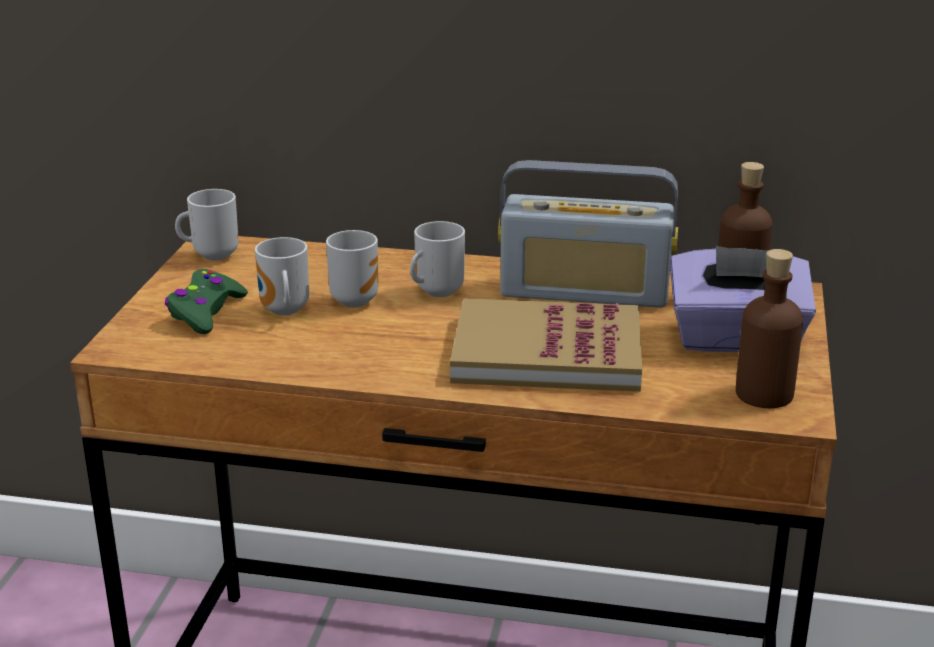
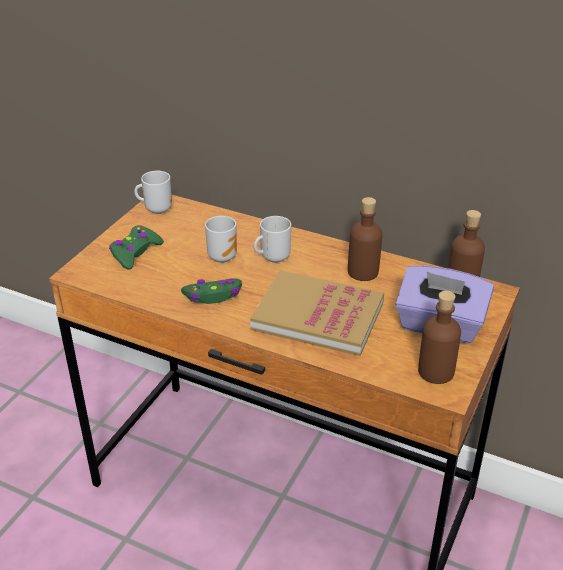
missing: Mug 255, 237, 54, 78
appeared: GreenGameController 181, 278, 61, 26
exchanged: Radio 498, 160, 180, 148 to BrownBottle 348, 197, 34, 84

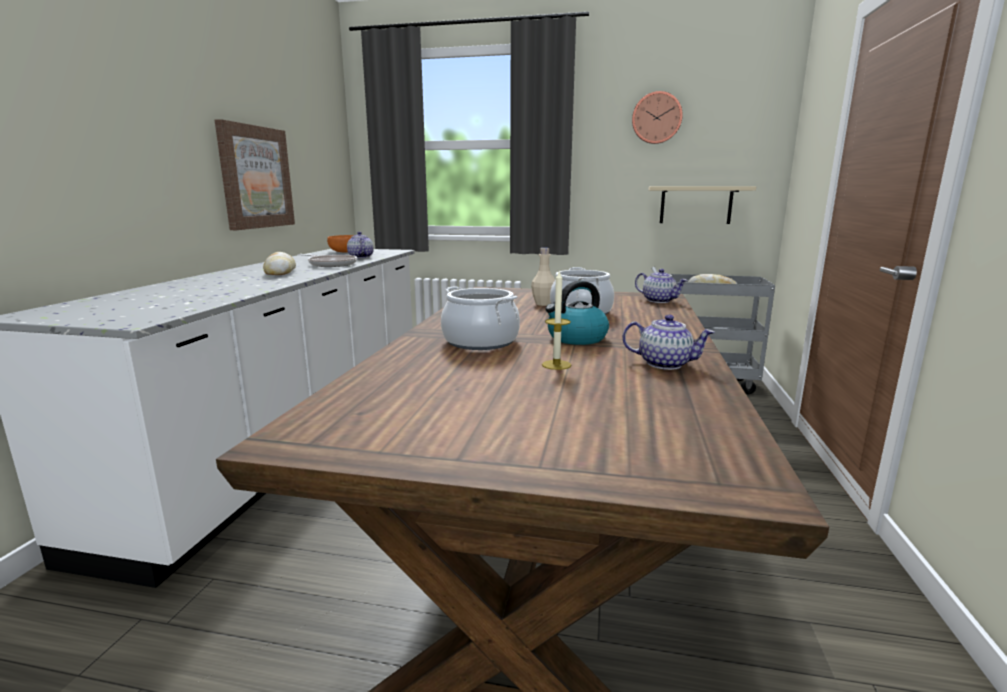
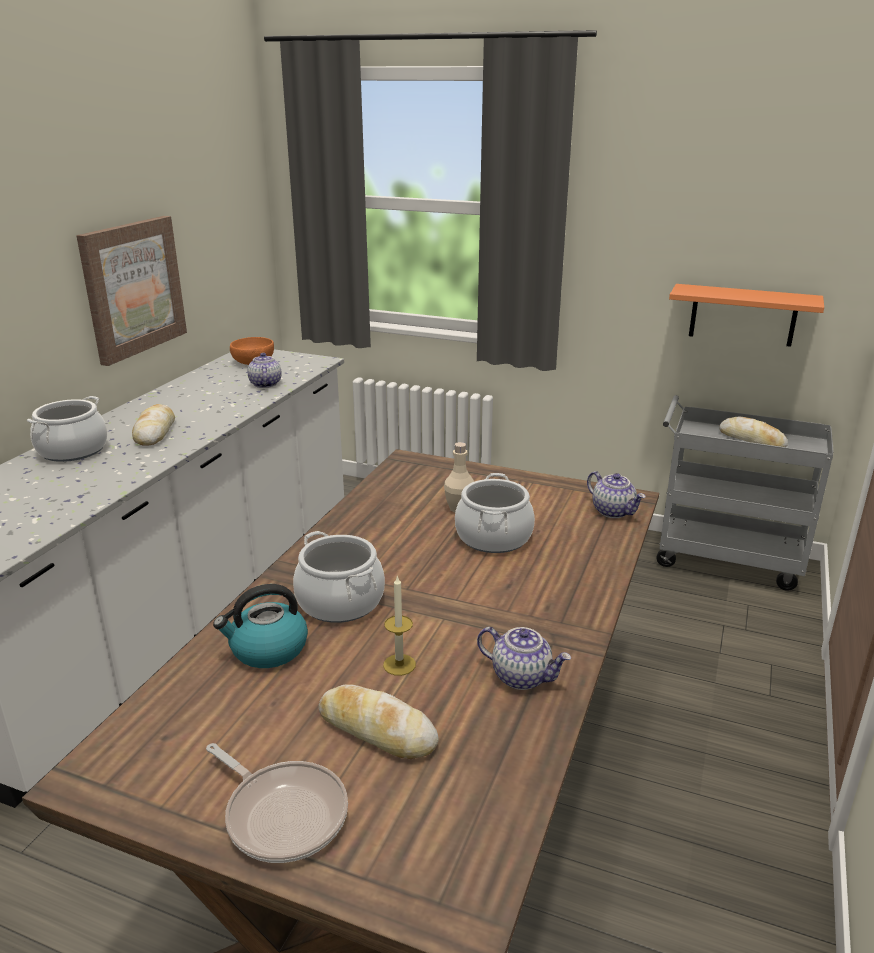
missing: WallClock 632, 91, 51, 53
appeared: CookingPot 27, 396, 80, 66; Bread 319, 684, 120, 75
relocated: FryingPan 298, 254, 59, 13 to 206, 743, 142, 120; Kettle 545, 281, 64, 64 to 213, 584, 95, 84
colour: BeigeShelf 648, 186, 108, 38 to OrangeShelf 669, 284, 155, 63

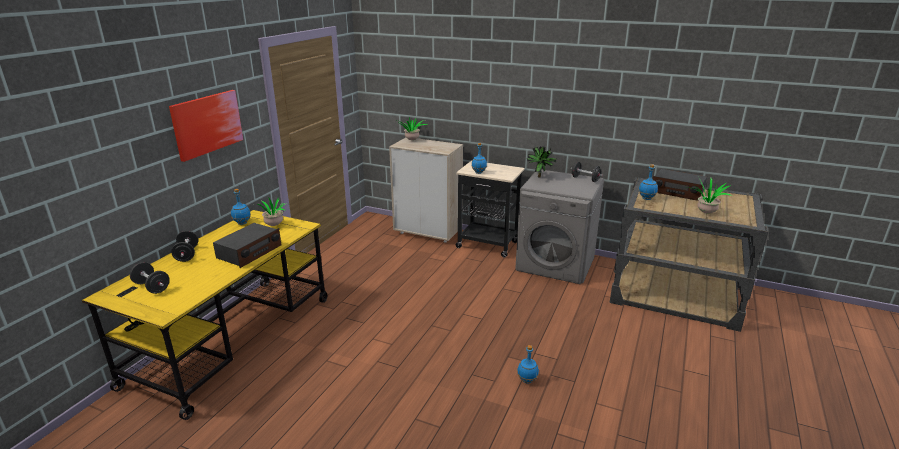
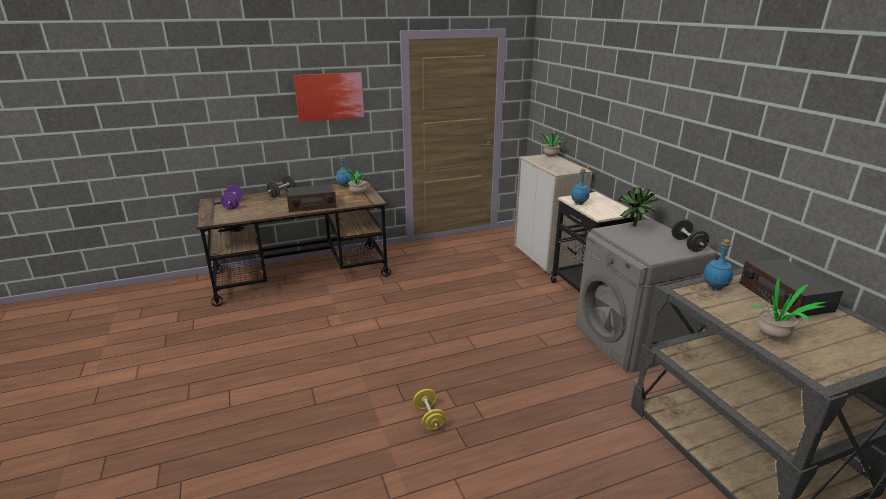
exchanged: BlueBottle 517, 345, 22, 38 to YellowDumbbell 413, 389, 33, 41
colour: YellowDesk 82, 210, 245, 210 to BrownDesk 197, 180, 194, 127; BlackDumbbell 130, 262, 40, 32 to PurpleDumbbell 221, 185, 22, 25

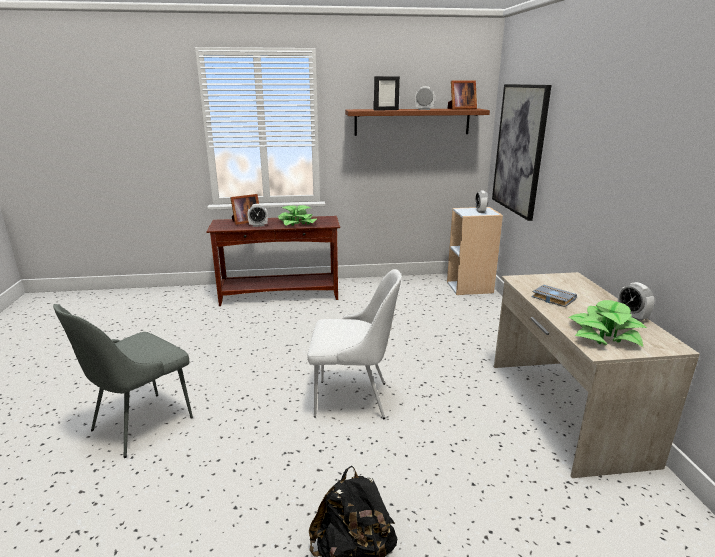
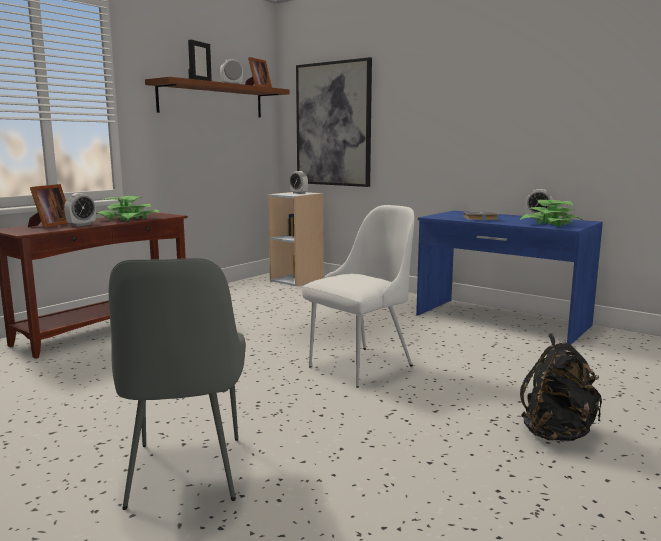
colour: BeigeDesk 494, 272, 206, 206 to BlueDesk 416, 211, 187, 134

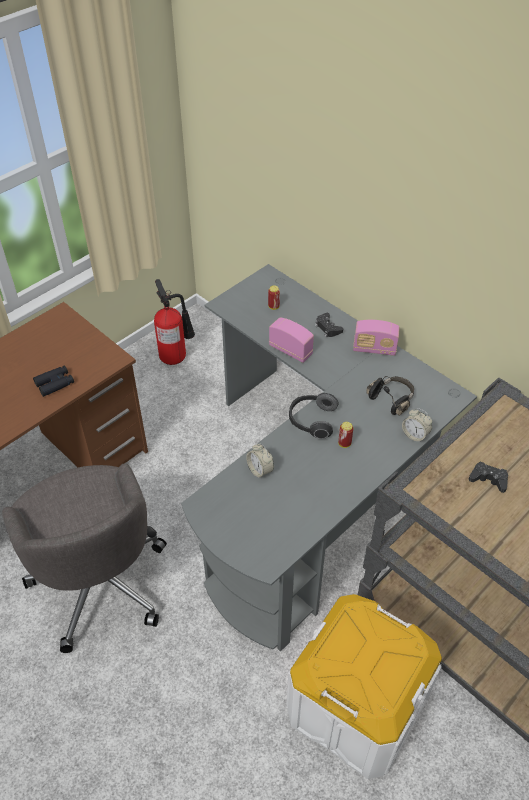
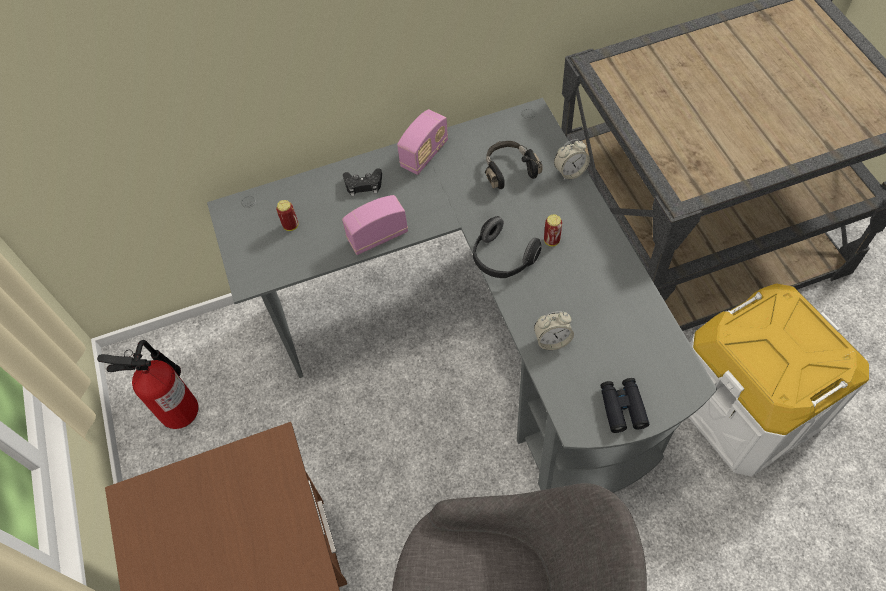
missing: BlackGameController 469, 462, 39, 31
relocated: BlackBinoculars 33, 365, 41, 32 to 600, 378, 49, 55

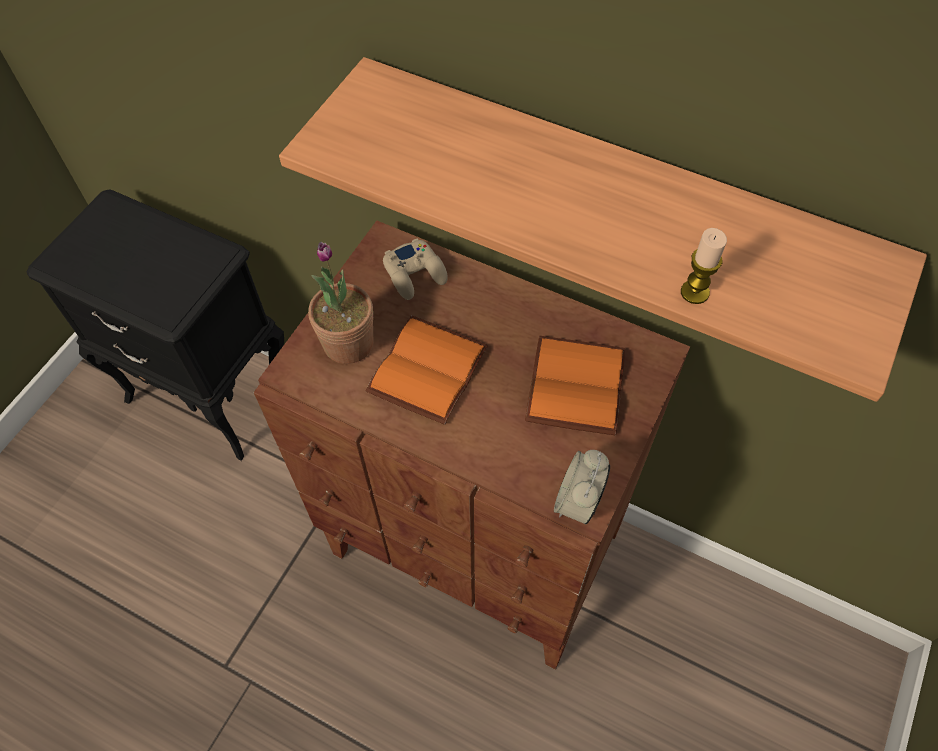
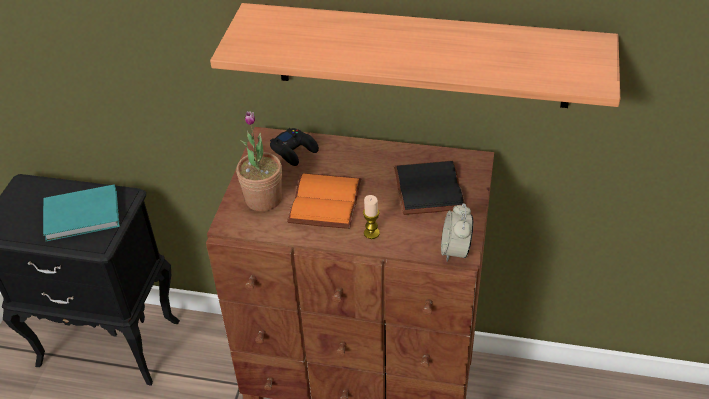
appeared: TurquoiseBook 43, 184, 77, 57
relocated: Candle 681, 228, 46, 76 to 363, 195, 17, 44
colour: BeigeGameController 383, 238, 65, 62 to BlackGameController 270, 128, 49, 38; OrangeBook 525, 336, 100, 99 to BlackBook 394, 161, 71, 54

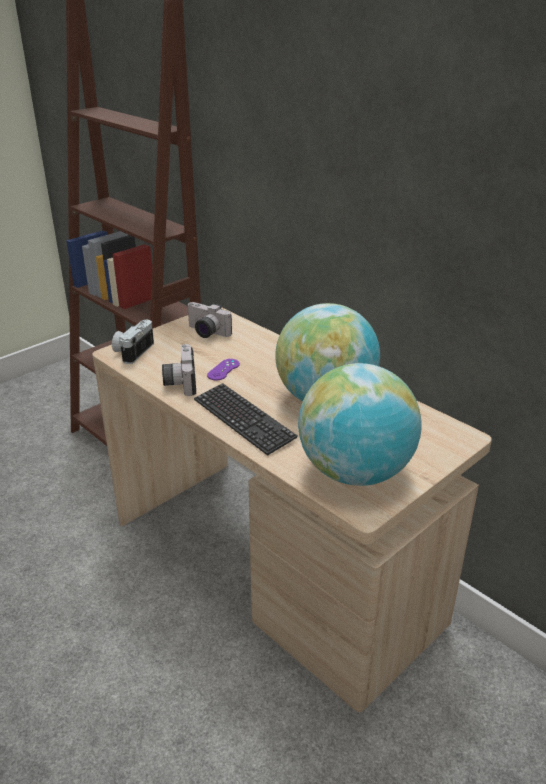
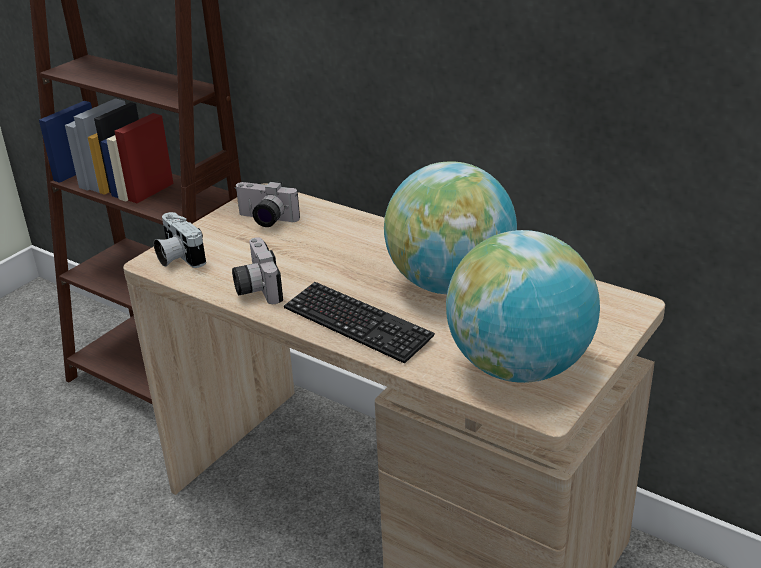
missing: PurpleGameController 207, 359, 33, 22
spun: PhotoCamera 112, 320, 42, 44 = 154, 212, 52, 56 45 degrees counterclockwise

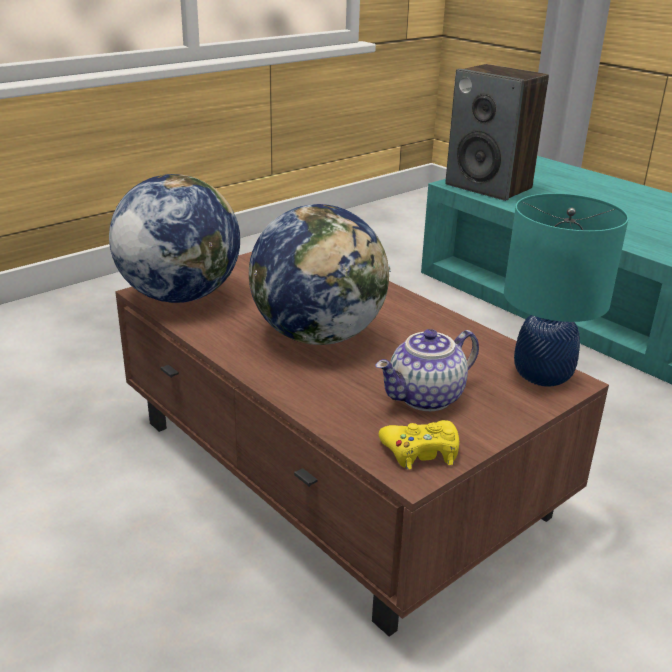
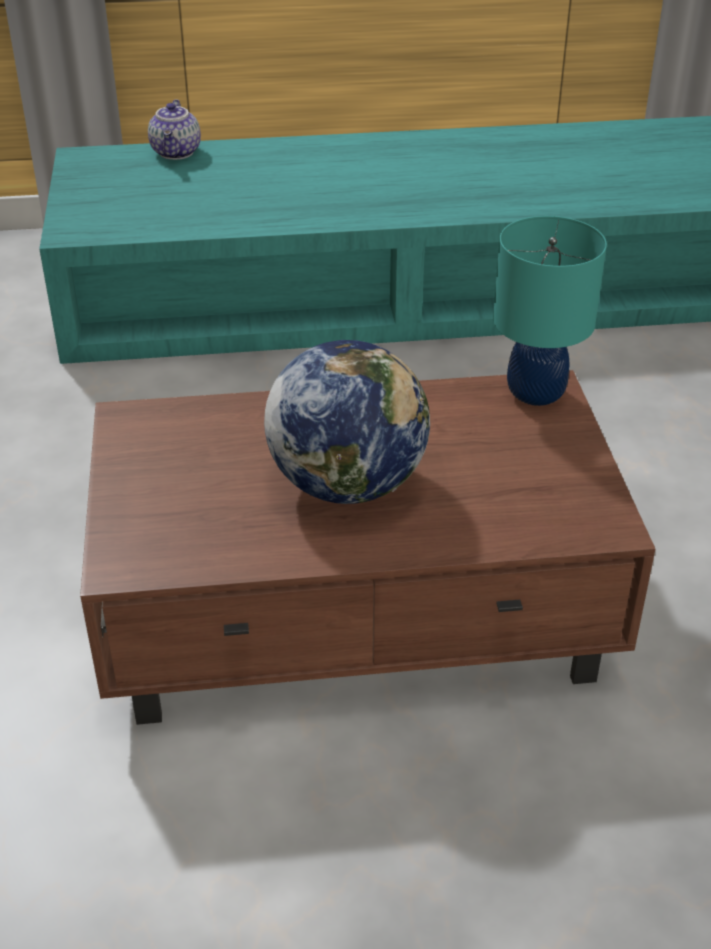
missing: Speaker 446, 64, 103, 137; Globe 109, 174, 131, 129; YellowGameController 379, 420, 80, 50
relocated: Teapot 375, 329, 104, 82 to 148, 99, 53, 61

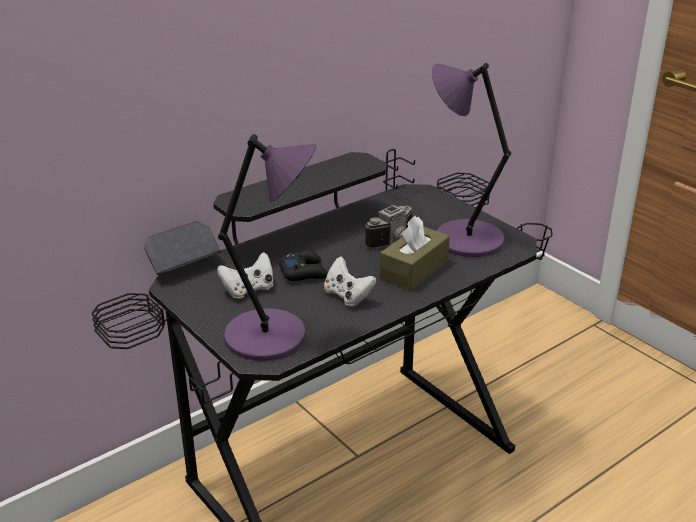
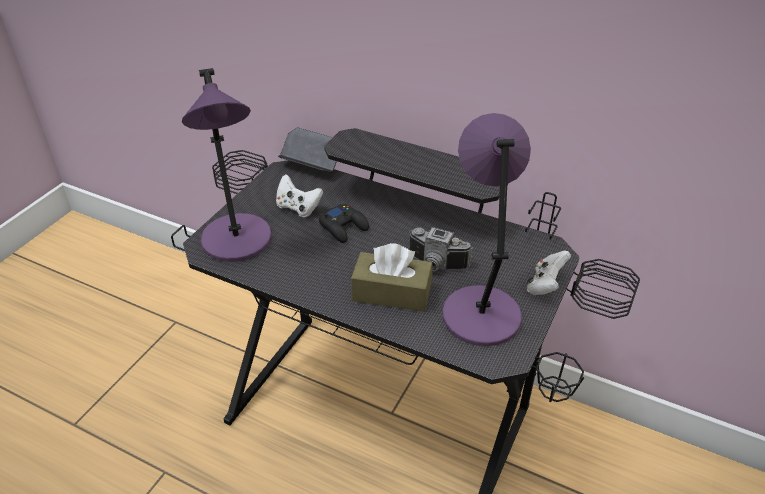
relocated: WhiteGameController 324, 257, 52, 50 to 527, 251, 44, 44

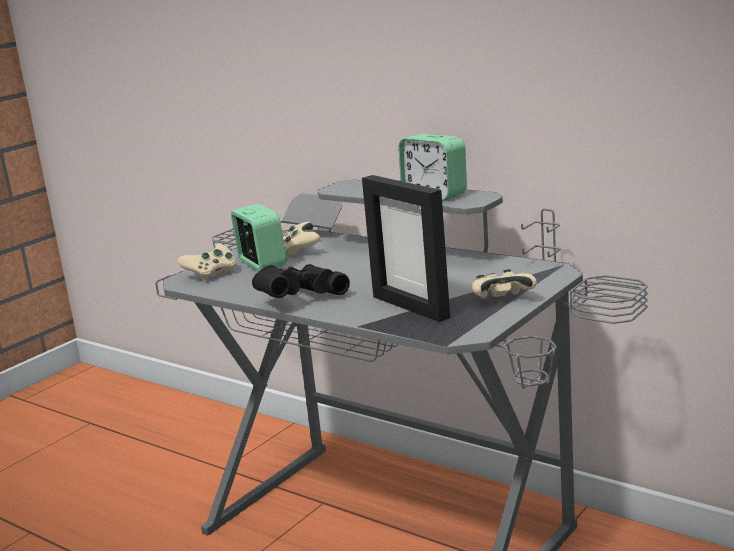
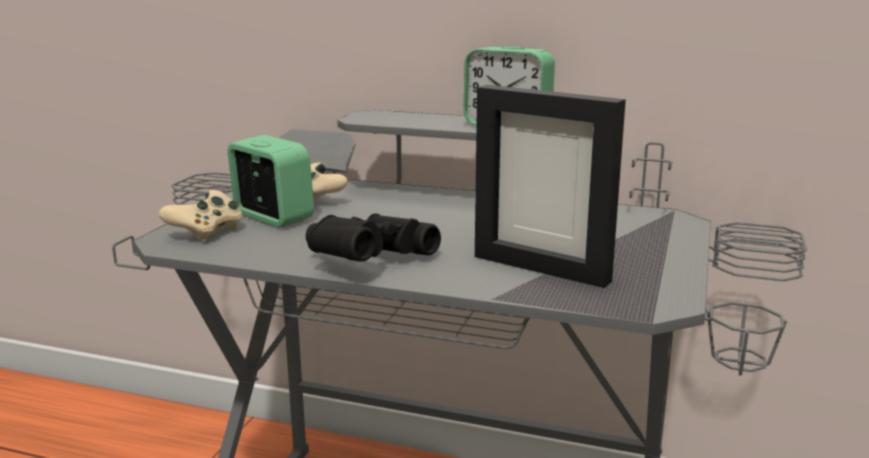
missing: BeigeGameController 472, 269, 65, 30

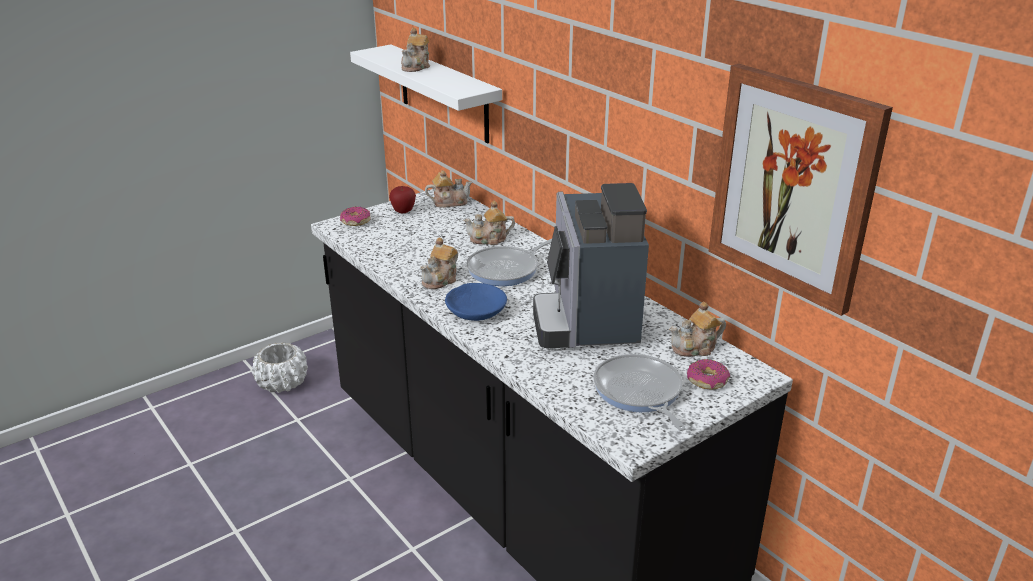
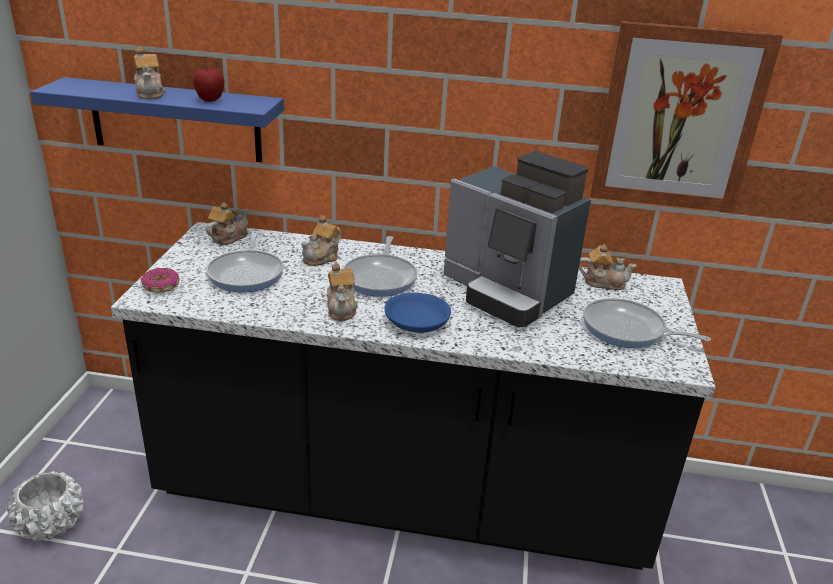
missing: Donut 687, 359, 43, 30
appeared: FryingPan 206, 231, 78, 61
relocated: Apple 389, 186, 27, 27 to 193, 69, 32, 33
colour: WhiteShelf 350, 45, 152, 98 to BlueShelf 31, 77, 253, 85
spun: Teapot 669, 302, 57, 55 = 579, 244, 58, 46 105 degrees counterclockwise

